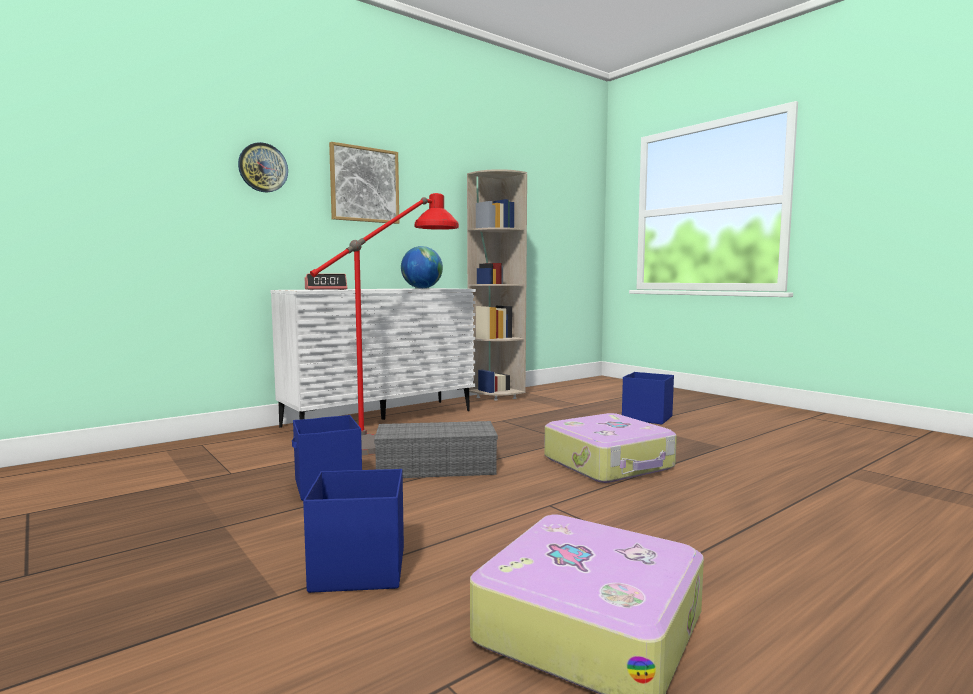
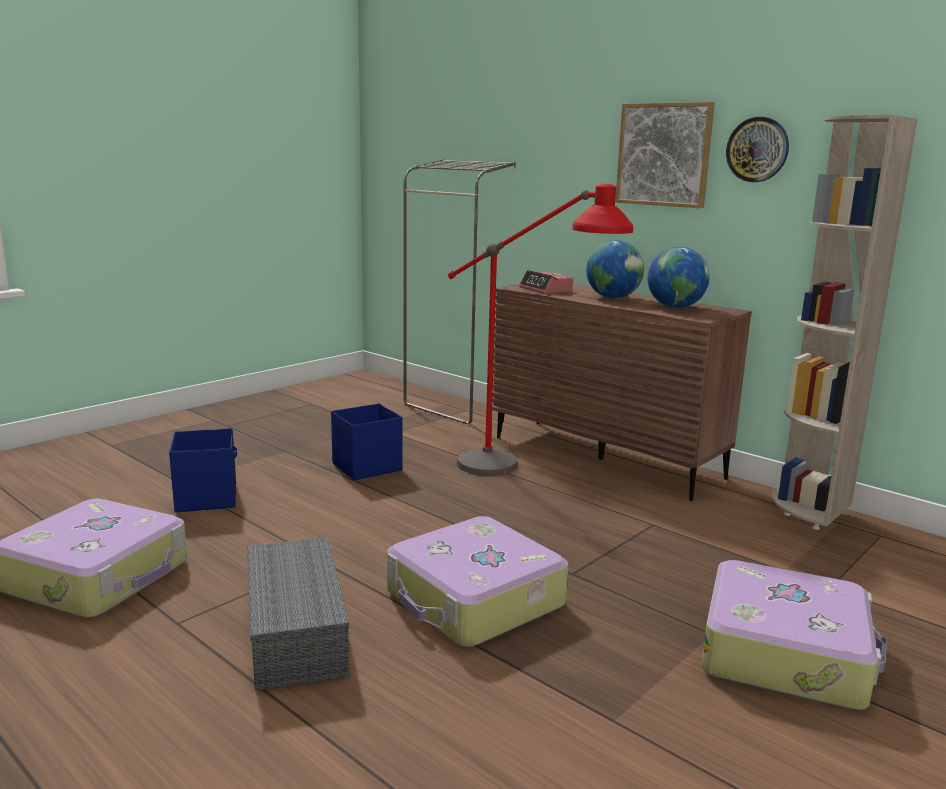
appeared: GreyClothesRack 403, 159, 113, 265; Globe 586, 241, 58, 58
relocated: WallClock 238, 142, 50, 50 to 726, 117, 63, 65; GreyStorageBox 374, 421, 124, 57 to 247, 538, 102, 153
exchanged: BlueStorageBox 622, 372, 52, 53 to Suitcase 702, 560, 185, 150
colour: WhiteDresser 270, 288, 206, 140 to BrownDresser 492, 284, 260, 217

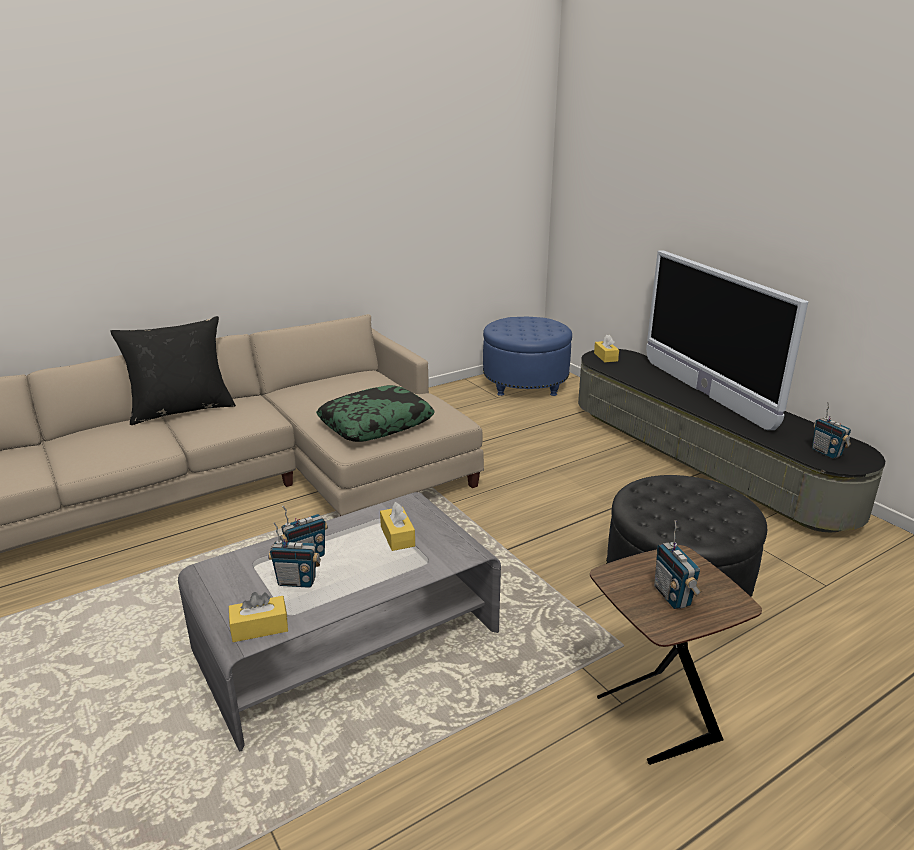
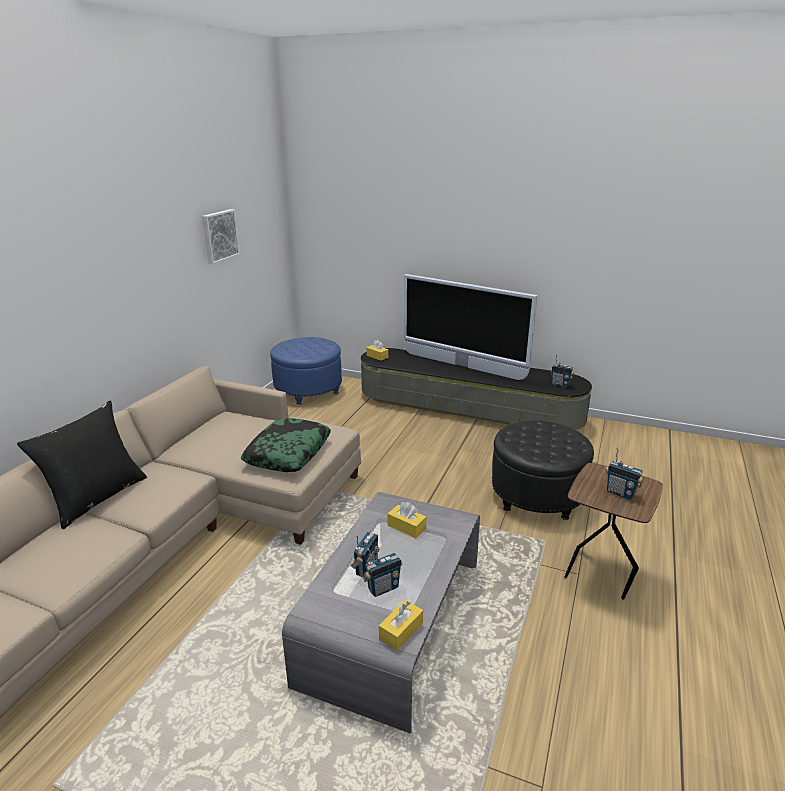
appeared: Picture 202, 209, 38, 55

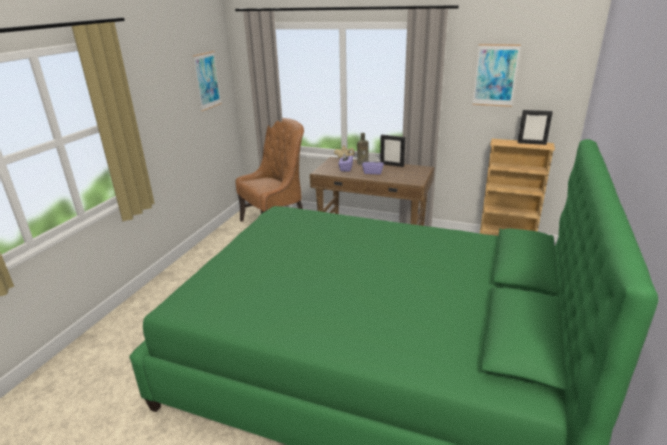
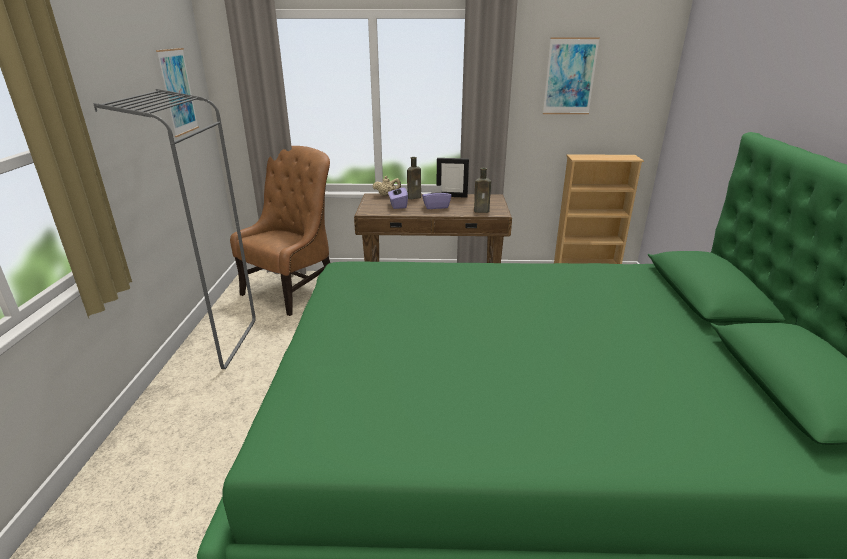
missing: PictureFrame 518, 110, 35, 35
appeared: GreyClothesRack 93, 89, 163, 280; BrownBottle 474, 168, 17, 45

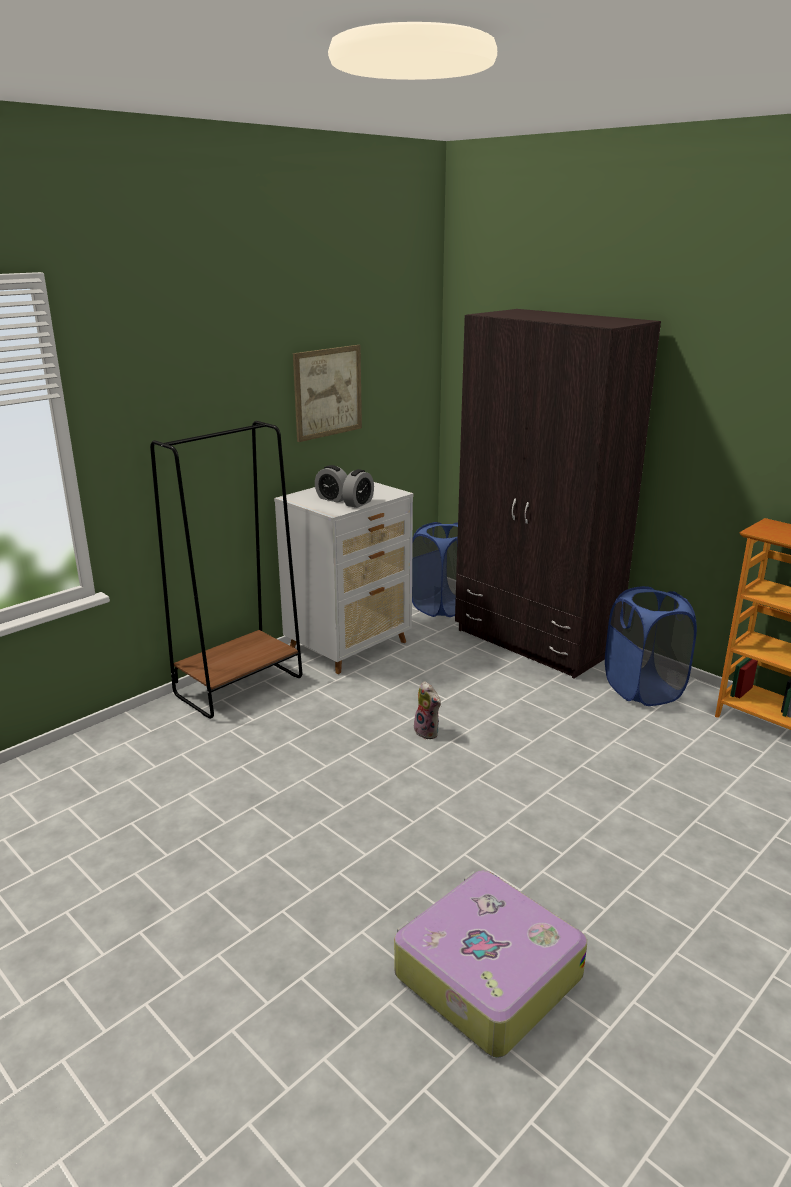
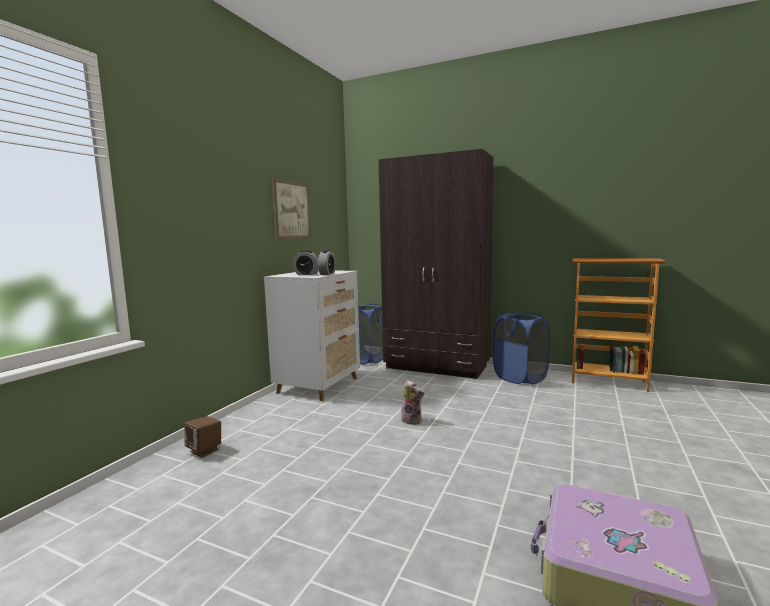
missing: ClothesRack 150, 421, 152, 298
appeared: BrownSpeaker 184, 416, 37, 42

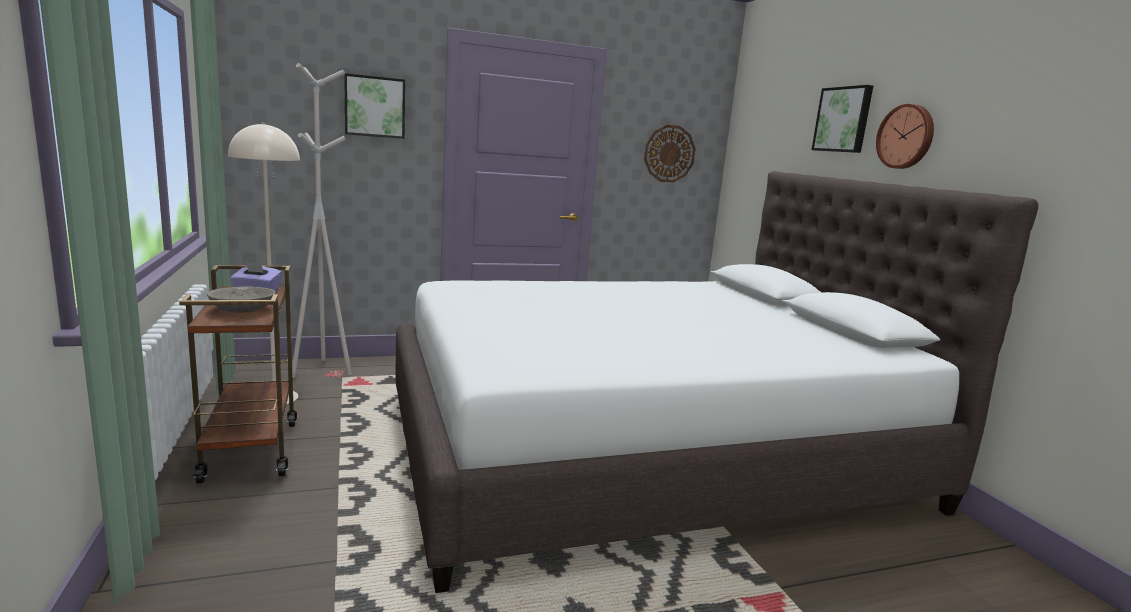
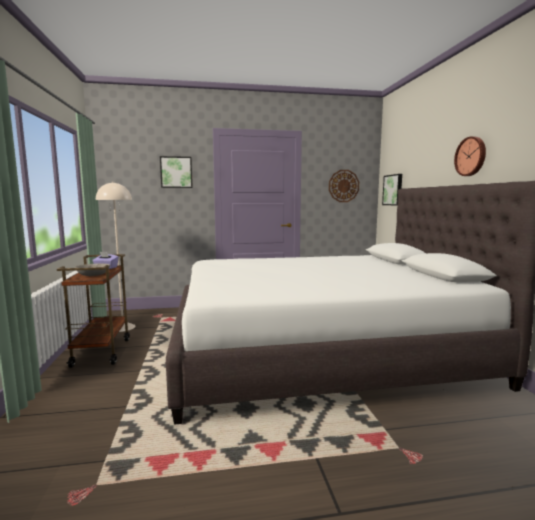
missing: GreyClothesRack 292, 63, 60, 315
relocated: Picture 812, 85, 61, 68 to 382, 174, 20, 32

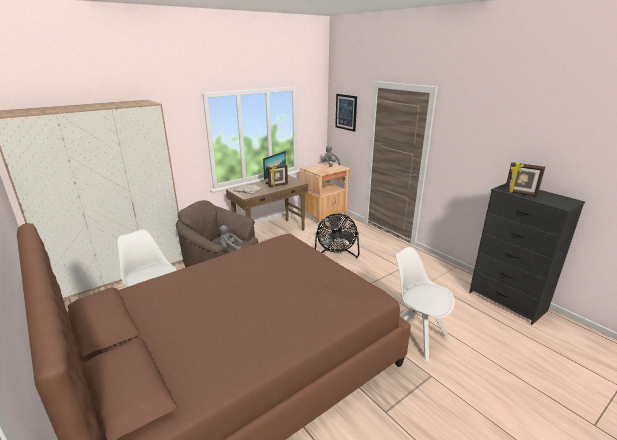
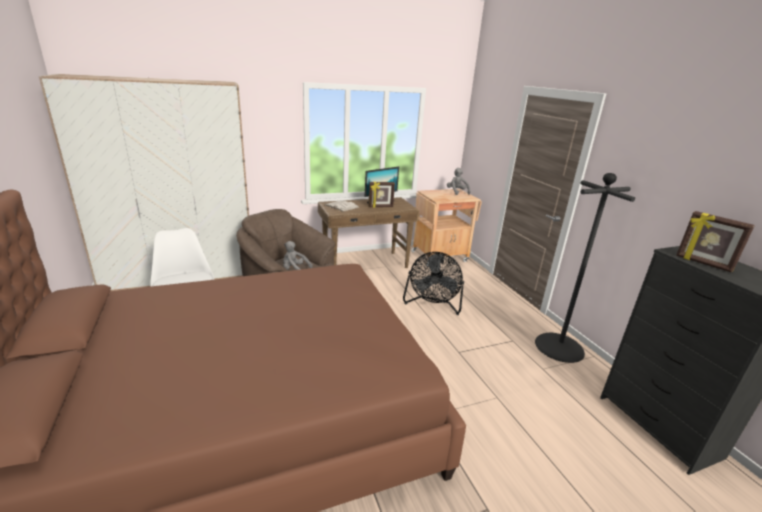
missing: Picture 335, 94, 22, 38; WhiteChair 396, 247, 59, 114
appeared: BlackClothesRack 535, 173, 100, 190

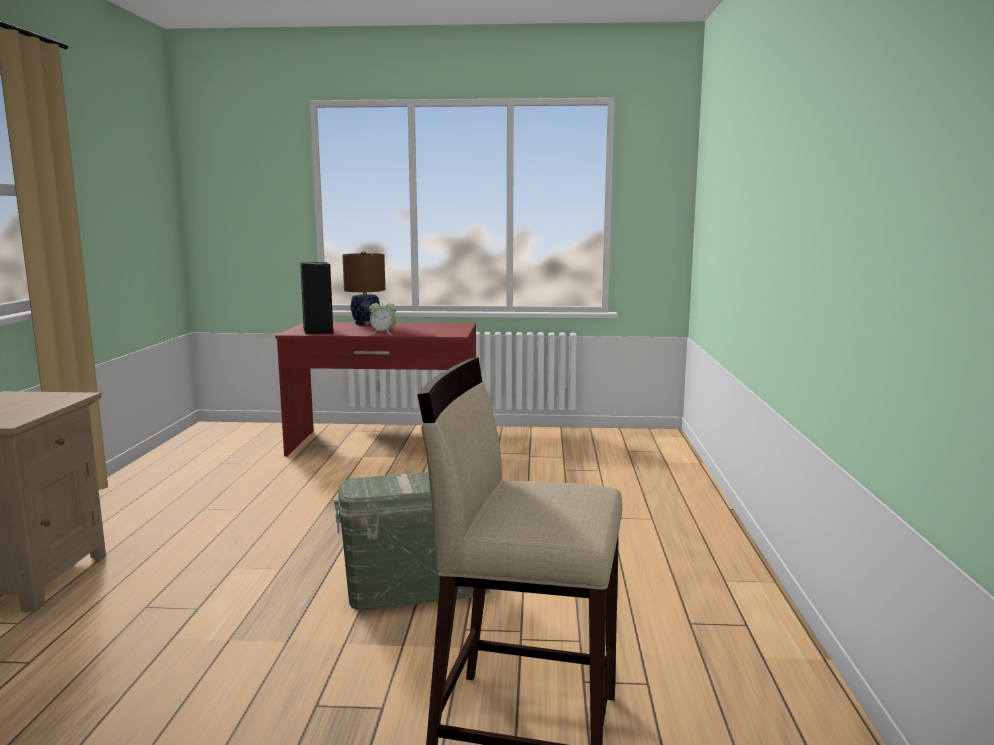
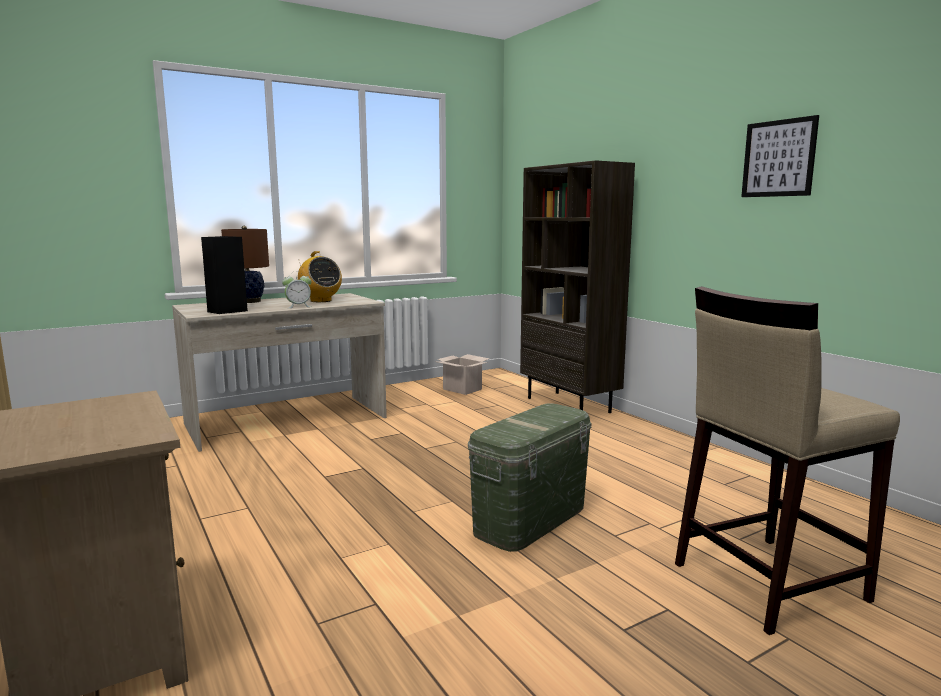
appeared: Picture 741, 115, 78, 82; BrownBookcase 520, 160, 115, 253; Radio 298, 251, 44, 51; CardboardBox 435, 354, 55, 41
colour: RedDesk 275, 322, 201, 134 to BeigeDesk 172, 293, 215, 159

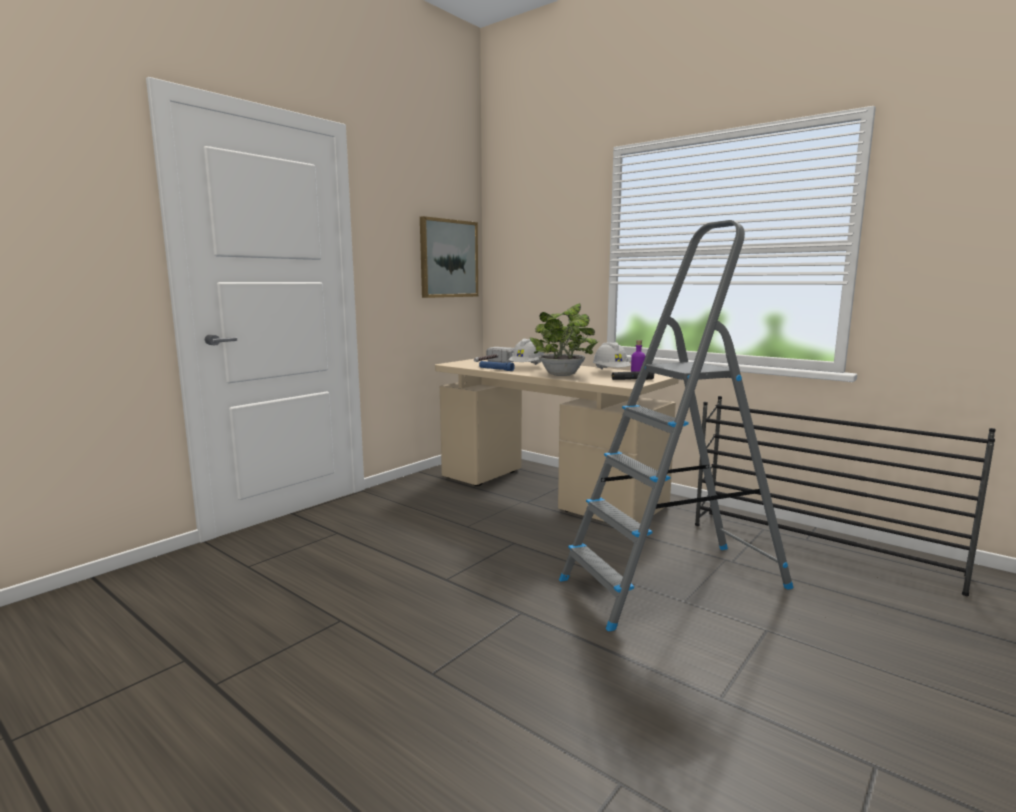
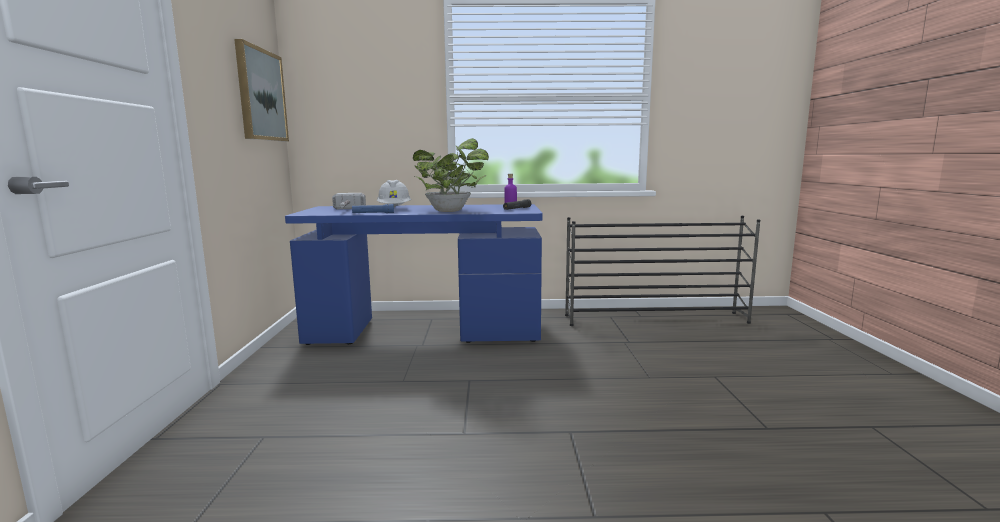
missing: GreyStepLadder 559, 220, 235, 411; WhiteHardHat 593, 342, 38, 28
colour: BeigeDesk 435, 359, 244, 165 to BlueDesk 285, 204, 258, 141

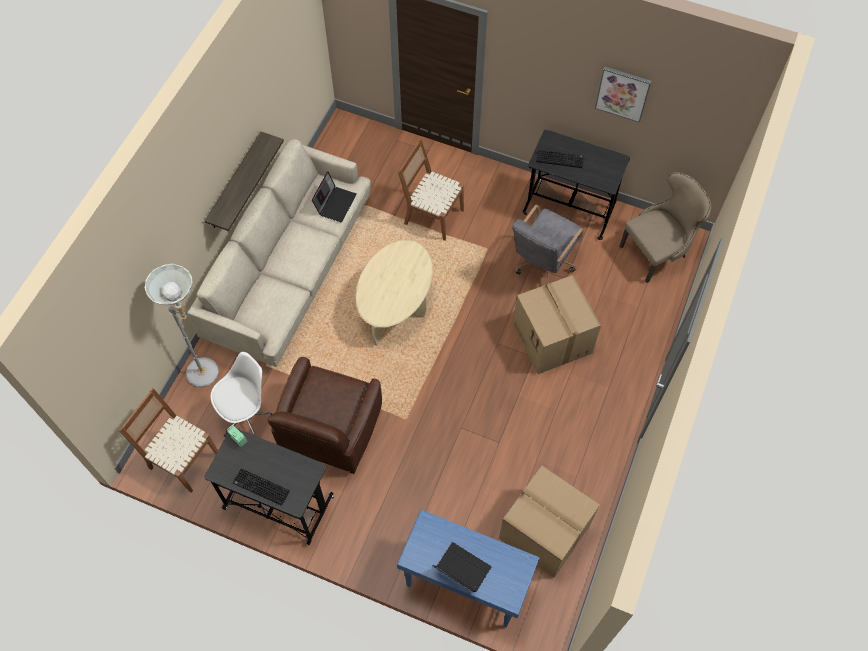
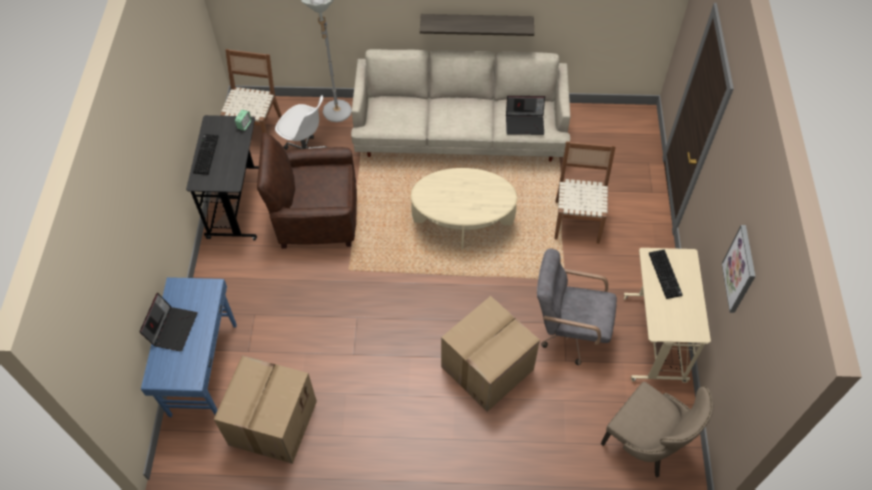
colour: BlackDesk 522, 130, 108, 110 to BeigeDesk 624, 248, 87, 135

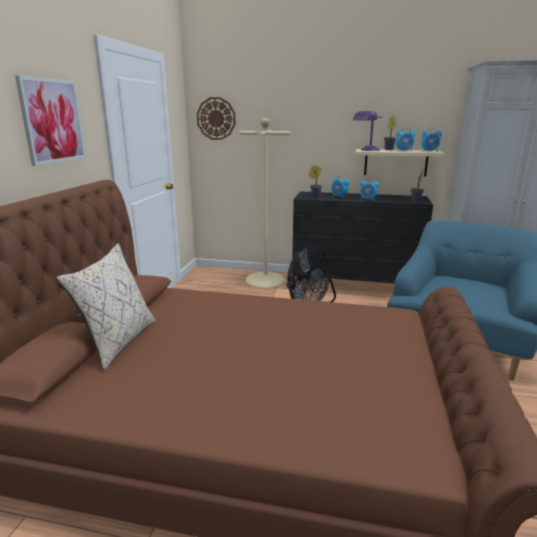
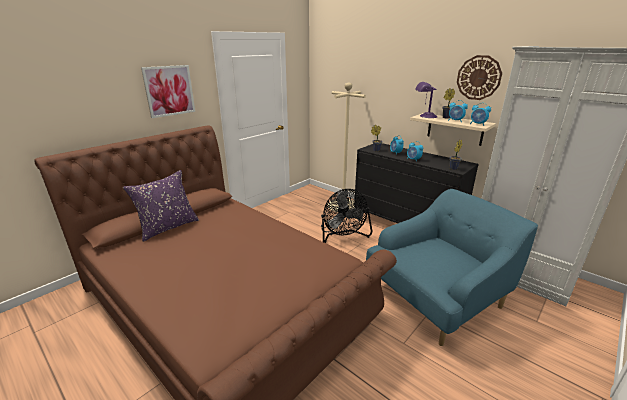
relocated: WallClock 197, 97, 39, 43 to 457, 55, 45, 45
colour: BeigePillow 56, 243, 100, 127 to PurplePillow 123, 170, 76, 72

